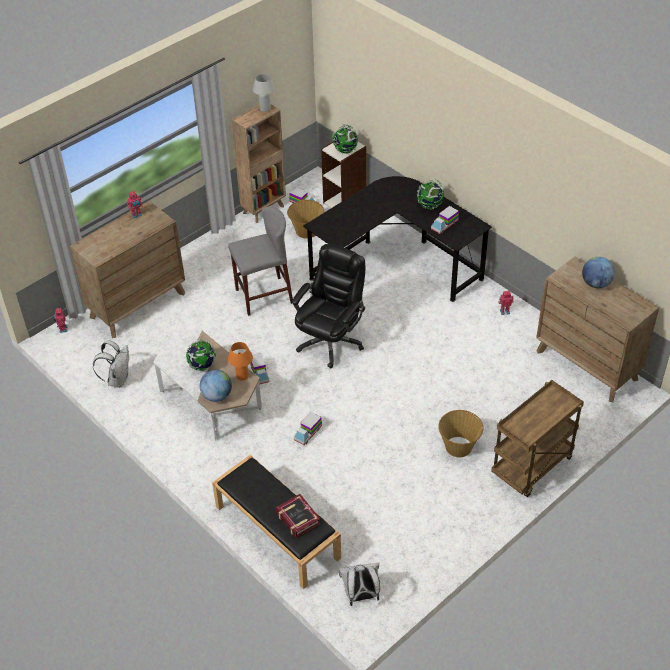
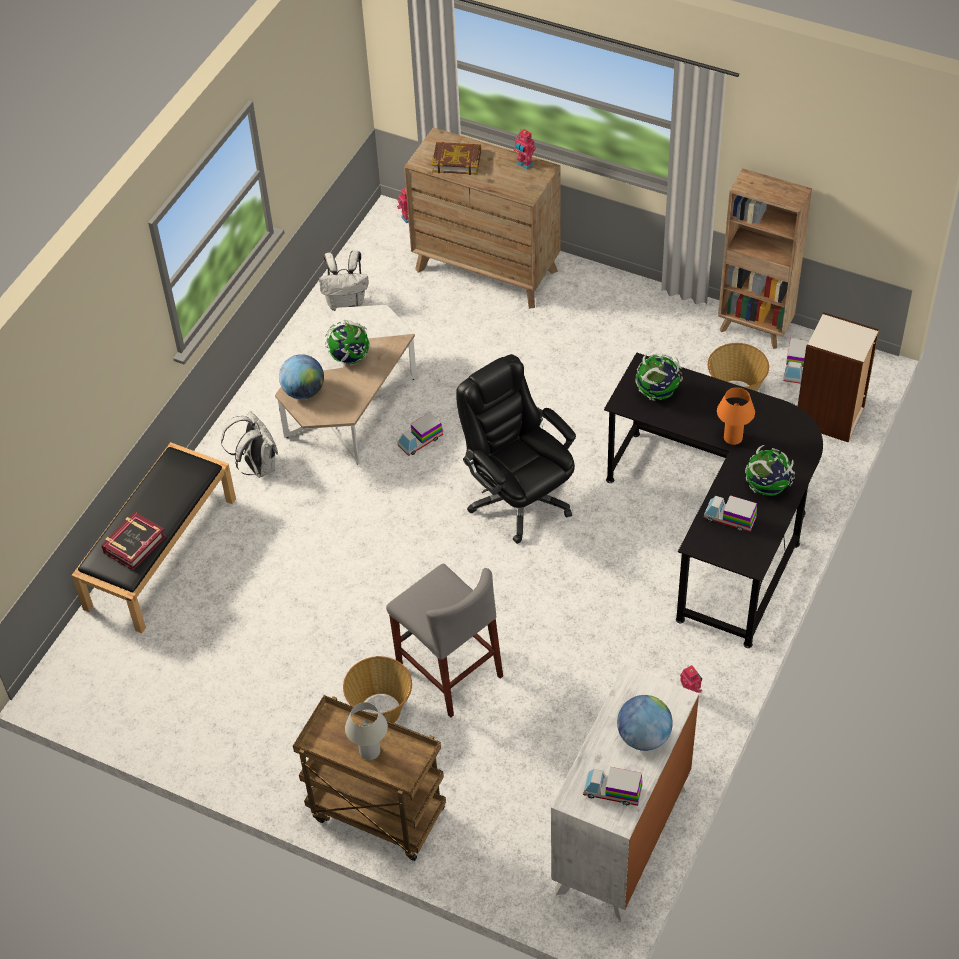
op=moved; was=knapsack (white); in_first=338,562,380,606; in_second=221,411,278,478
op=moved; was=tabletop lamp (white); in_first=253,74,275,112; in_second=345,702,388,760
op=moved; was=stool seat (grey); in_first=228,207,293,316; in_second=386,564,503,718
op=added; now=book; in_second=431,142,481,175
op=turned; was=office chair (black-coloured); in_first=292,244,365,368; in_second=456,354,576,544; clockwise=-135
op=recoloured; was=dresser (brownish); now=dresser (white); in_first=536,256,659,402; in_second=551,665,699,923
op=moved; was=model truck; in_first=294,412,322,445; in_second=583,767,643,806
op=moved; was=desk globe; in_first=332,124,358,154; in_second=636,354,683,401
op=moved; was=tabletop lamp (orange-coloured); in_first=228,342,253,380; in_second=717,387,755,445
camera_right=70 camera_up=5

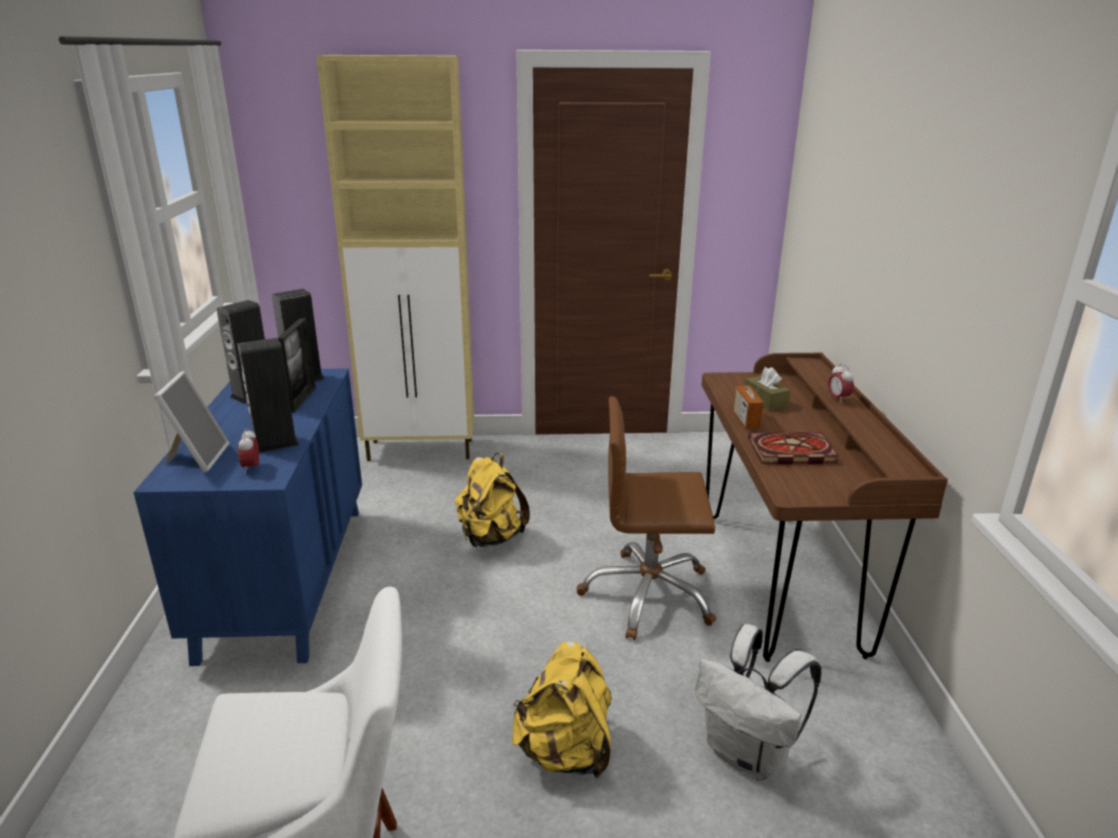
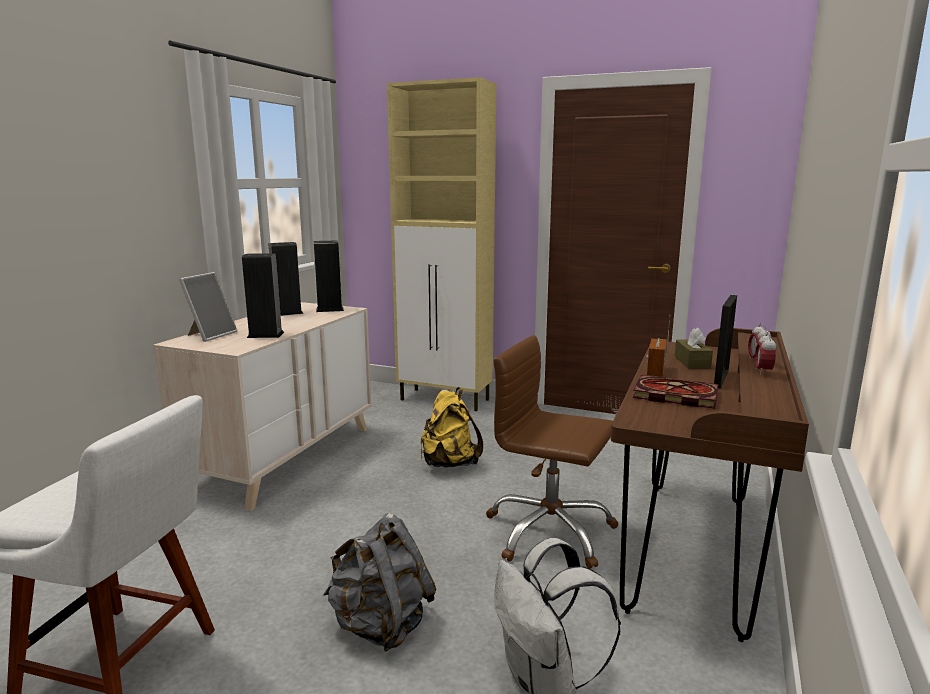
op=recoloured; was=dresser (bluish); now=dresser (sand-coloured); in_first=133,368,362,666; in_second=153,302,371,511
op=recoloured; was=knapsack (yellowish); now=knapsack (grey); in_first=512,641,612,778; in_second=323,513,436,651
op=moved; was=standing frame; in_first=278,318,316,413; in_second=714,295,737,389
op=moved; was=alarm clock; in_first=238,428,259,474; in_second=755,332,776,375
camera_right=25 camera_up=-10

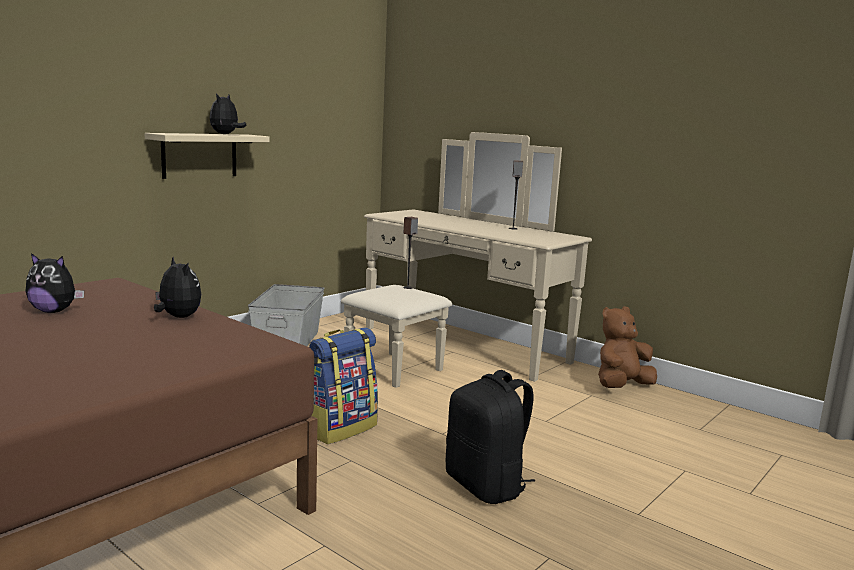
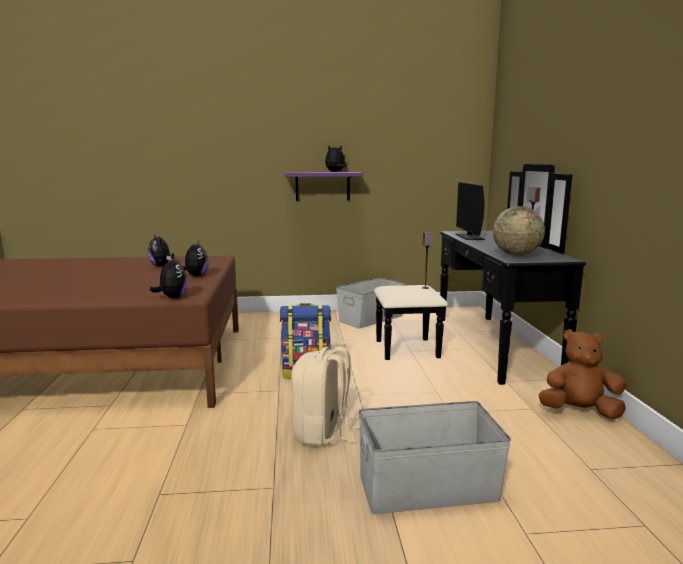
op=added; now=cuddly toy; in_second=150,256,188,298
op=recoloured; was=shelf (sand-coloured); now=shelf (purplish); in_first=144,133,270,179; in_second=285,172,363,201
op=recoloured; was=knapsack (black-coloured); now=knapsack (sand-coloured); in_first=446,370,535,504; in_second=291,347,360,447
op=added; now=storage box (grey); in_second=359,401,511,514
op=recoloured; was=dresser (sand-coloured); now=dresser (black-coloured); in_first=341,132,592,388; in_second=374,164,586,385
op=added; now=computer screen; in_second=456,182,485,240
op=added; now=desk globe; in_second=493,206,545,256
camera_right=45 camera_up=0

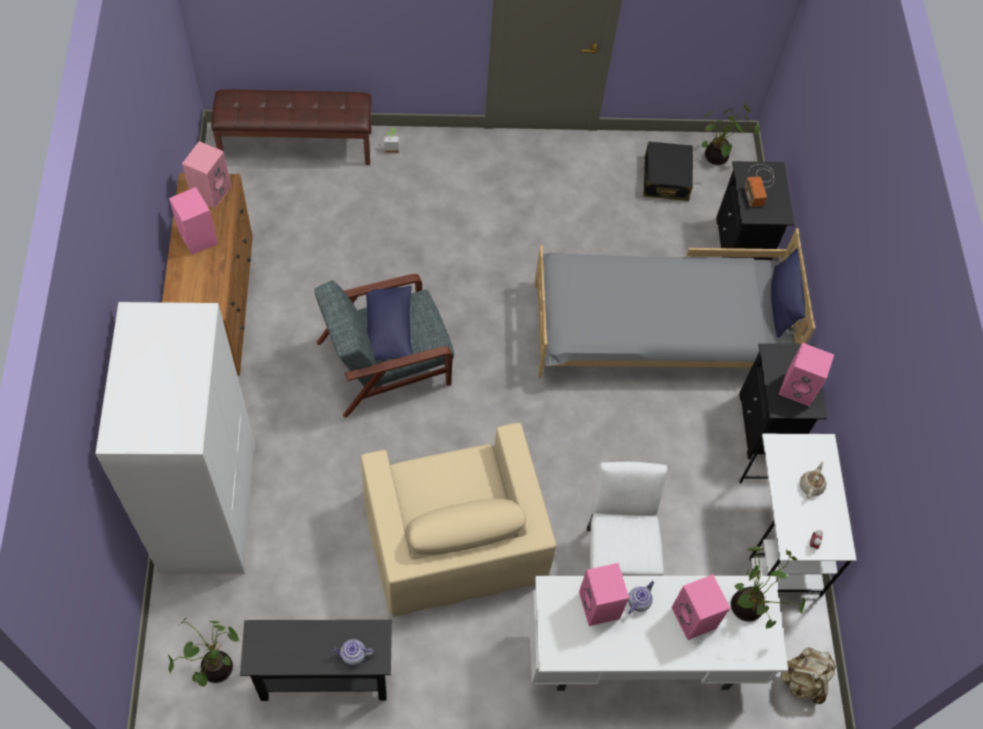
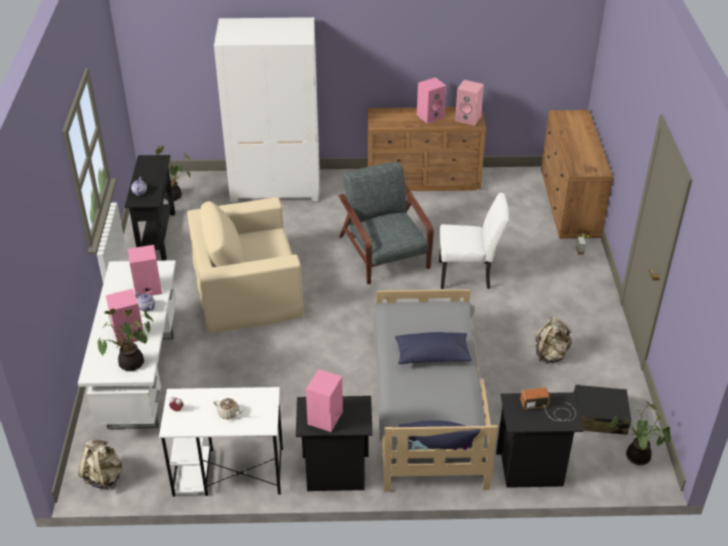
op=moved; was=pillow (bluish); in_first=366,286,413,360; in_second=395,332,472,364
op=moved; was=chair (white); in_first=587,462,668,576; in_second=439,193,509,289
op=added; now=knapsack (sand-coloured); in_second=535,317,572,364
op=replaced; was=long seat (brownish); now=dresser (brownish); in_first=211,90,371,165; in_second=541,110,613,239
camera_right=95 camera_up=-20

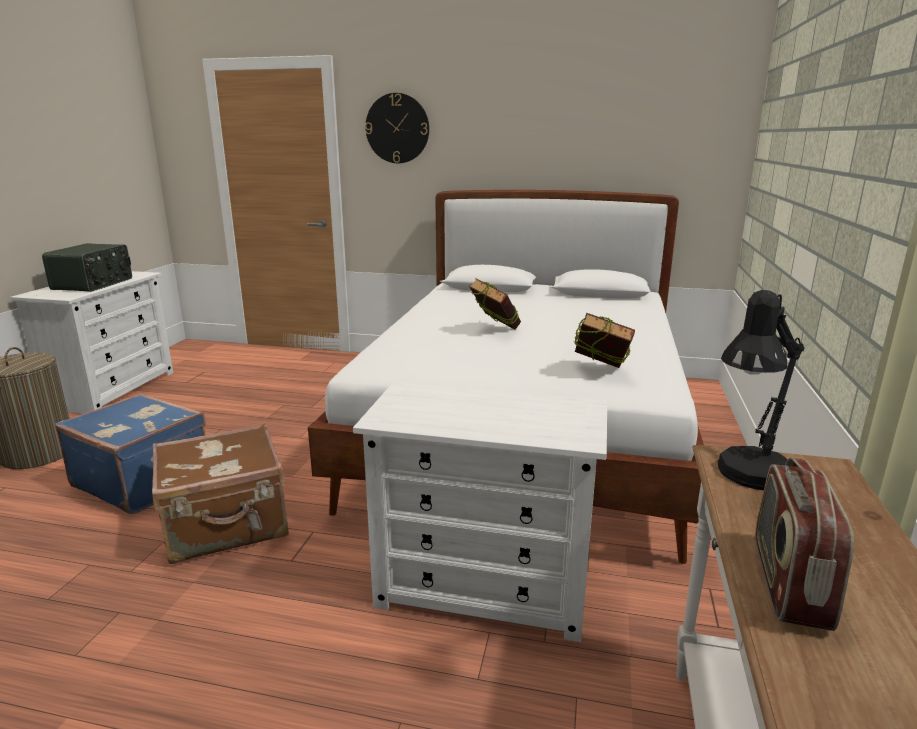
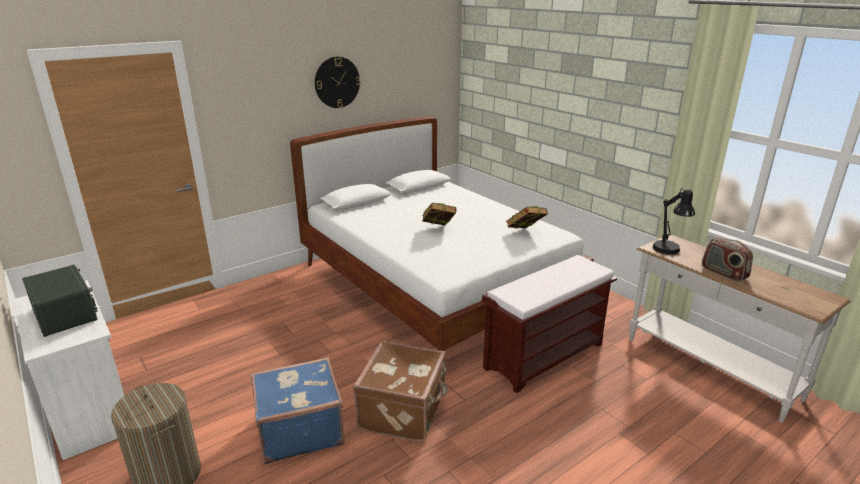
op=moved; was=wall clock; in_first=365,93,429,163; in_second=315,57,361,108
op=replaced; was=dresser (white); now=long seat (brownish); in_first=353,382,607,642; in_second=482,255,617,393
camera_right=-50 camera_up=5

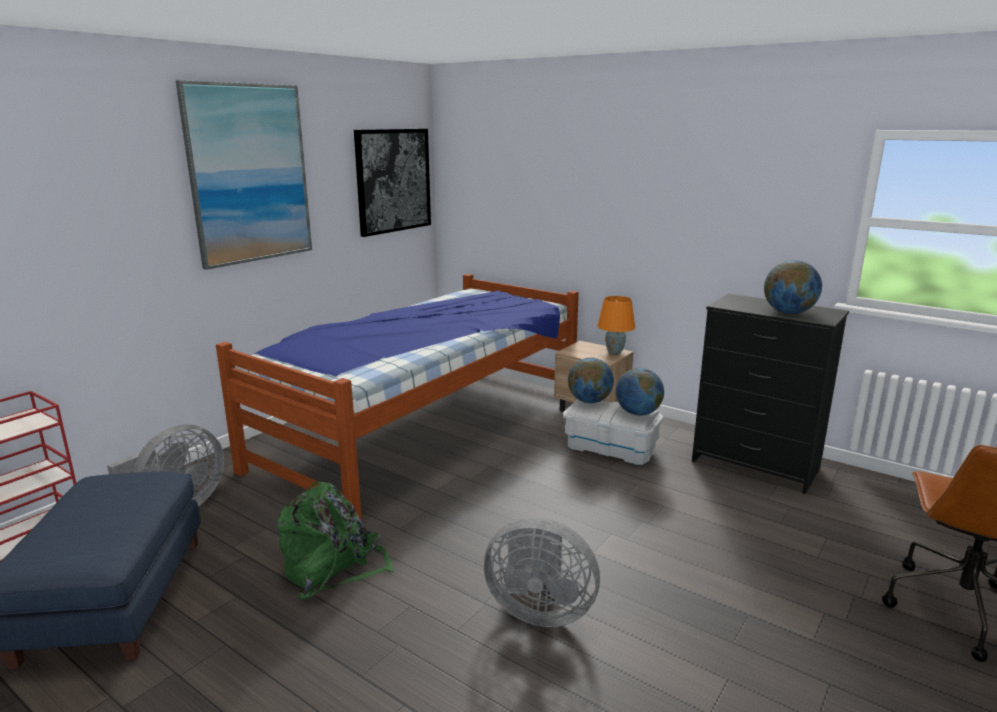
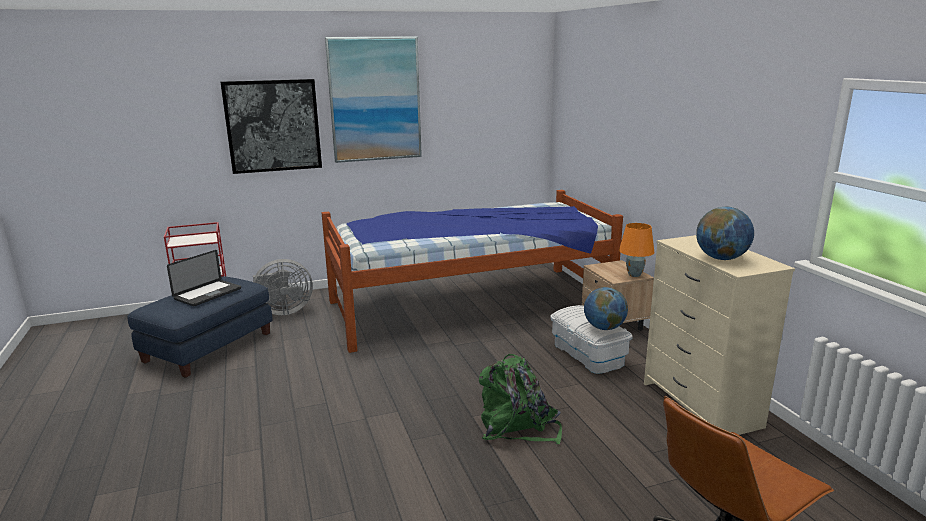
op=added; now=laptop; in_second=167,250,241,306
op=moved; was=picture; in_first=354,129,431,237; in_second=220,79,322,174
op=moved; was=knapsack (green-coloured); in_first=278,482,394,600; in_second=479,354,562,444
op=recoloured; was=dresser (black-coloured); now=dresser (sand-coloured); in_first=692,294,849,494; in_second=644,235,795,435
op=removed; was=cooling fan (grey); in_first=484,517,600,627
op=removed; was=desk globe; in_first=568,357,614,403
camera_right=35 camera_up=0

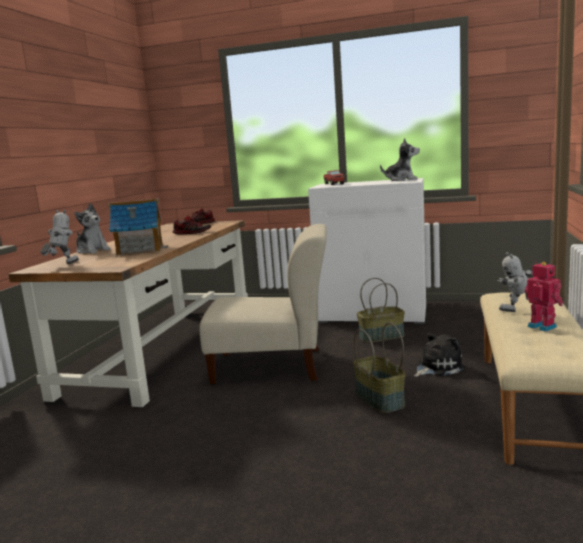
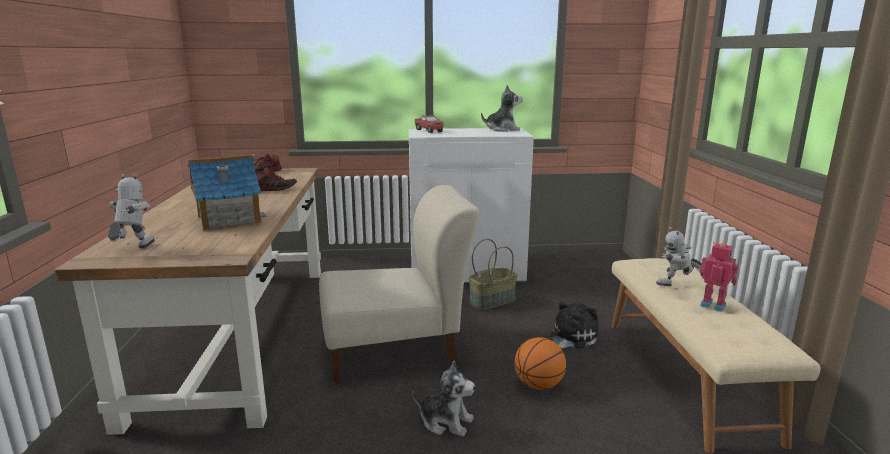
op=moved; was=cuddly toy; in_first=74,203,111,254; in_second=413,361,475,436
op=replaced; was=household basket; now=basketball; in_first=353,323,406,413; in_second=515,337,566,390
camera_right=-20 camera_up=5

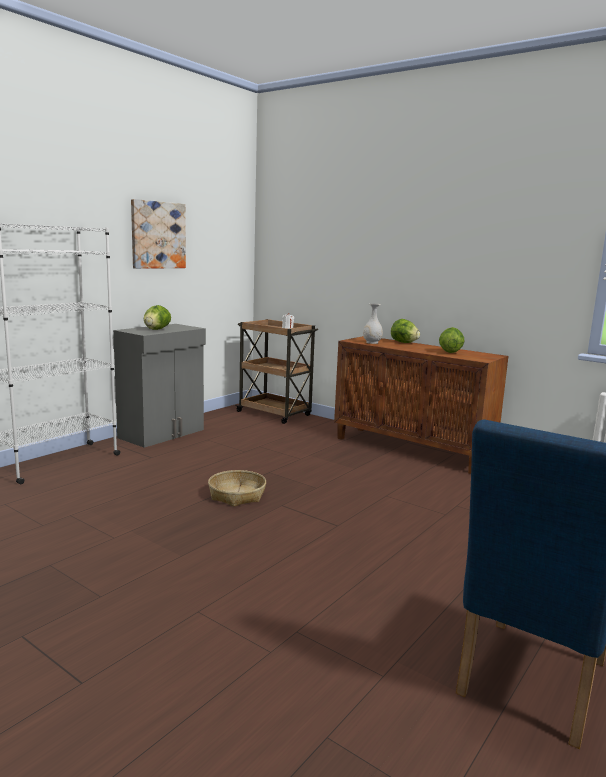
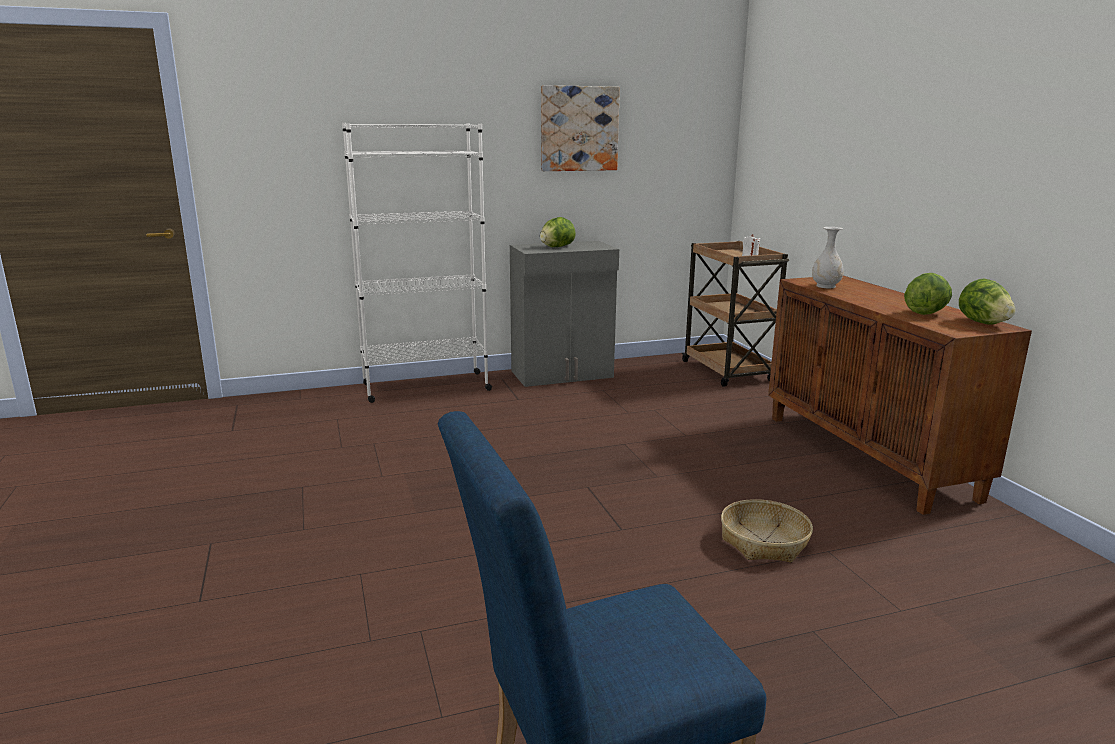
op=moved; was=household basket; in_first=208,470,266,507; in_second=721,499,813,563
op=moved; was=head of lettuce; in_first=391,319,420,343; in_second=959,279,1016,325
camera_right=35 camera_up=5

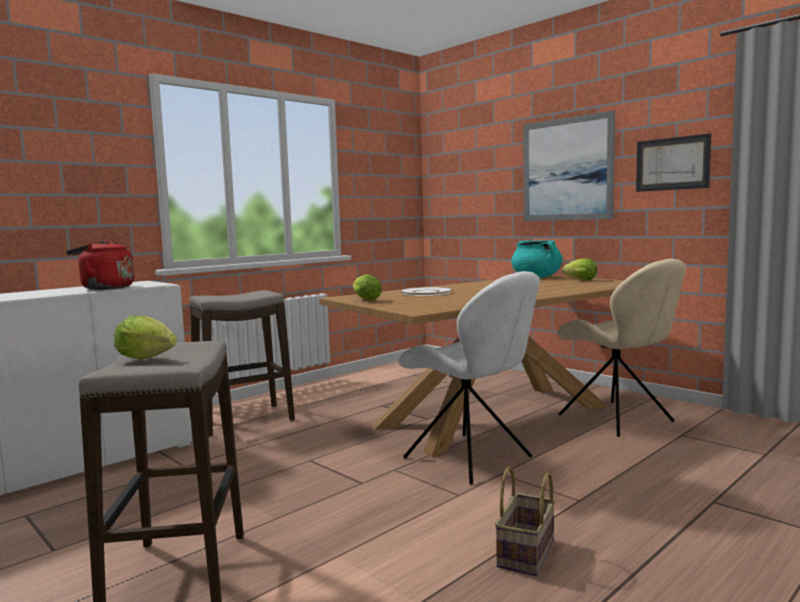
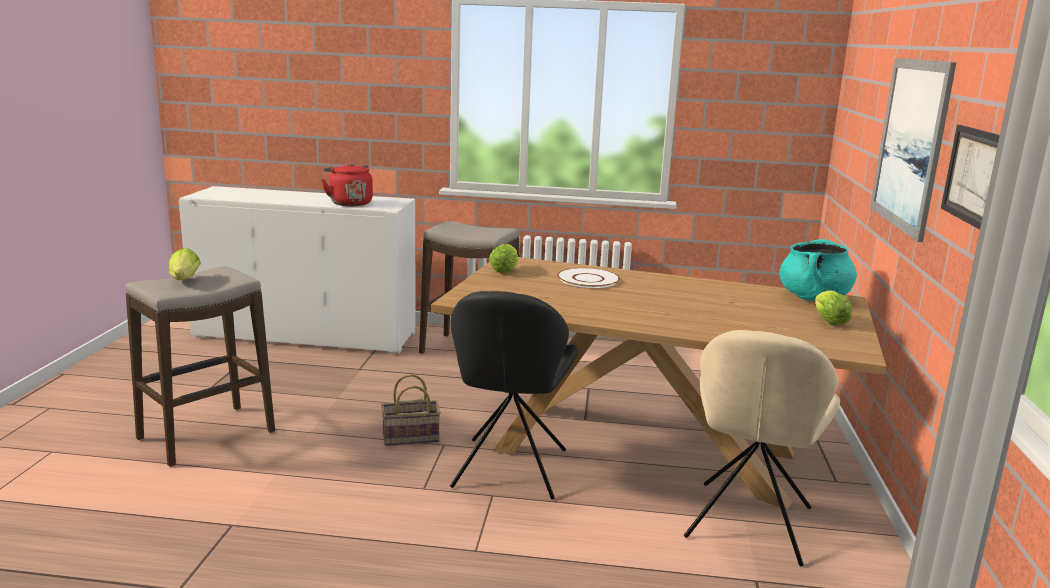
op=moved; was=household basket; in_first=495,467,555,576; in_second=381,374,441,446
op=recoloured; was=chair (white); now=chair (black-coloured); in_first=398,271,540,485; in_second=450,291,578,500
camera_right=50 camera_up=10

